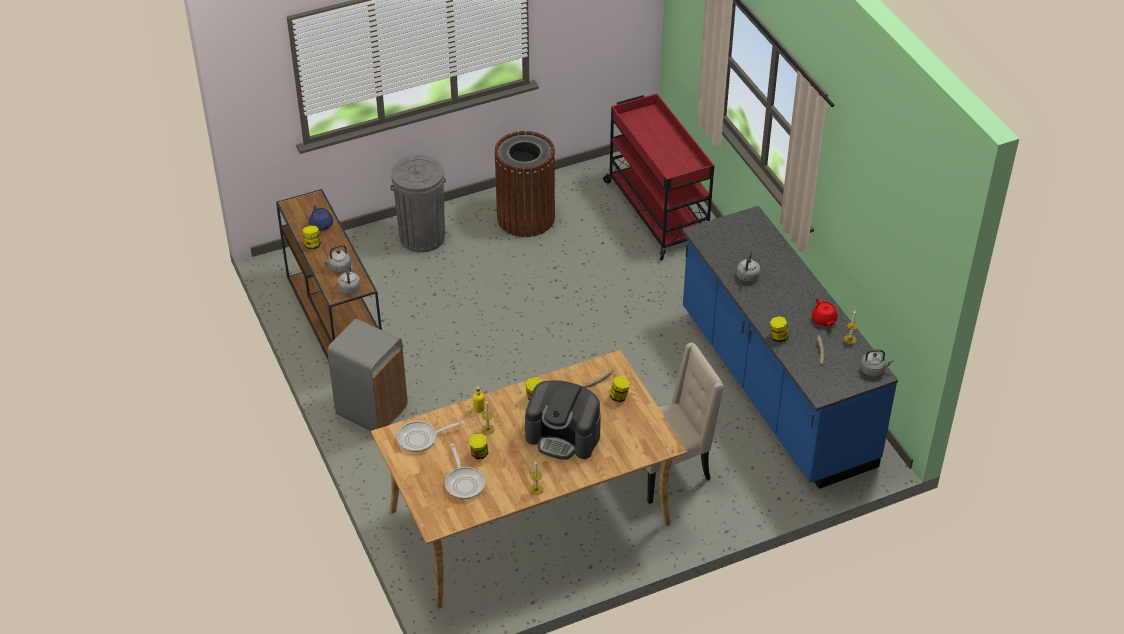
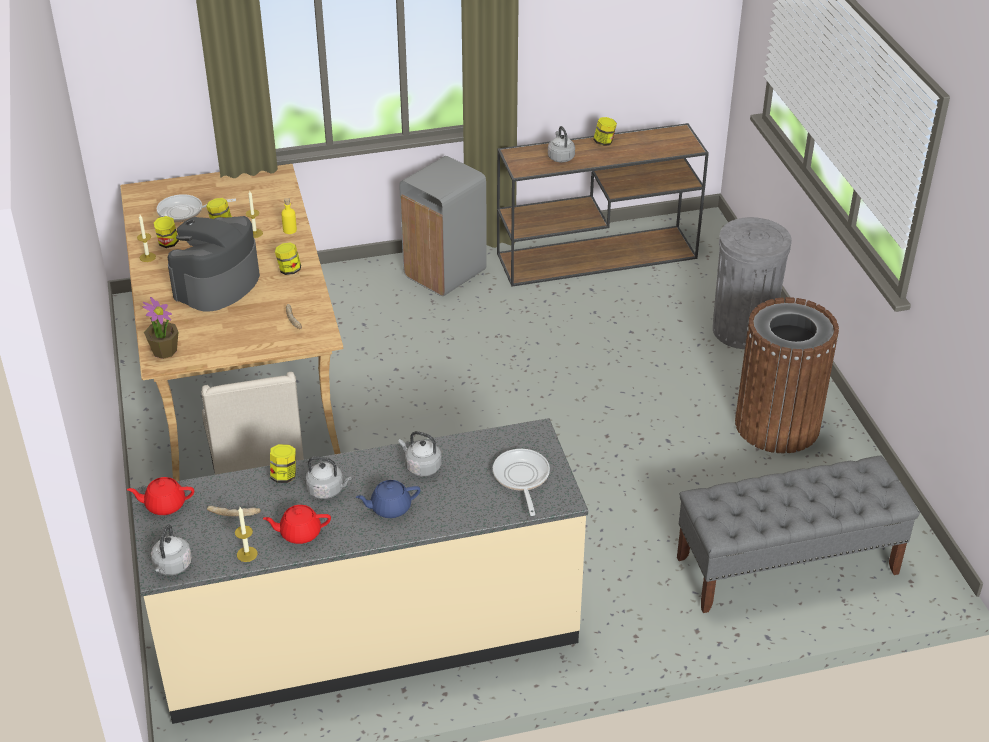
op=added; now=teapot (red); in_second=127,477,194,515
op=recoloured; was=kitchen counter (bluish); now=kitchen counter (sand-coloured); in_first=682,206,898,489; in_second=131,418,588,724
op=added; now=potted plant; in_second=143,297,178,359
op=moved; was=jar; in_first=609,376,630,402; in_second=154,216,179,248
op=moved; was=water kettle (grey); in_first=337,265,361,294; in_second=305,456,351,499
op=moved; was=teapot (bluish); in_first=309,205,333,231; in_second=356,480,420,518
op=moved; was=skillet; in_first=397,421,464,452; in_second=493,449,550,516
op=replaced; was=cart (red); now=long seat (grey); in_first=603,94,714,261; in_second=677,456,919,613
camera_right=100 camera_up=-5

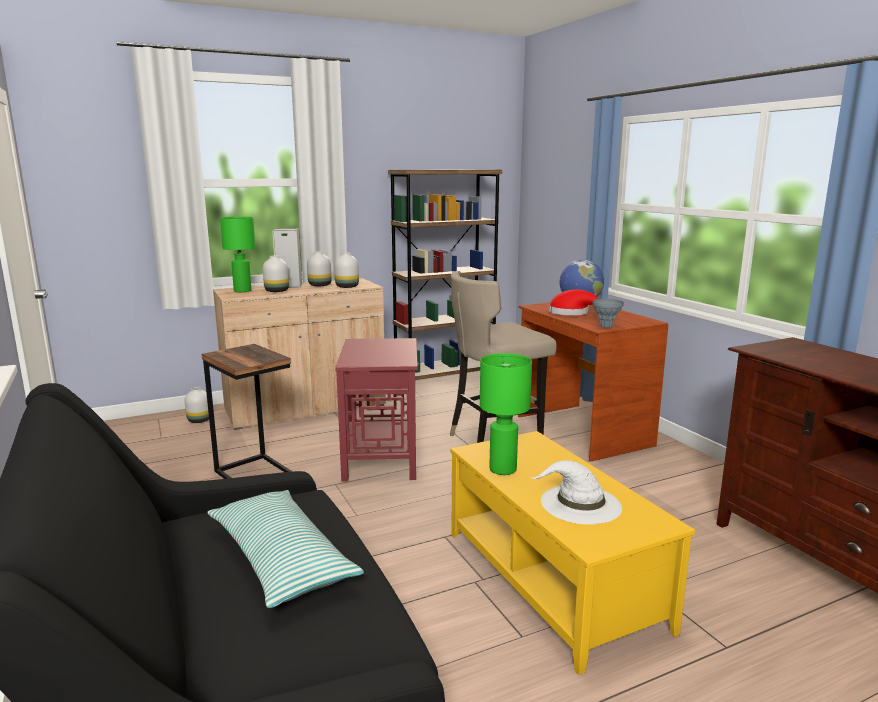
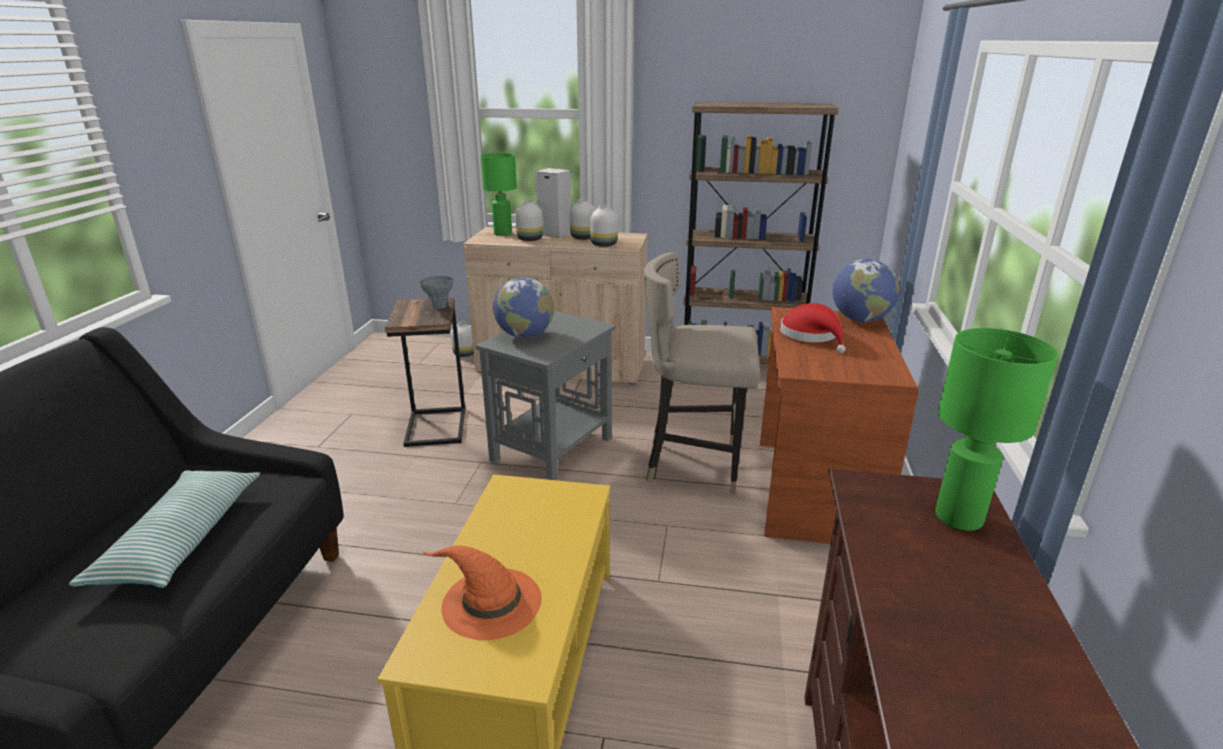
op=moved; was=vase (grey); in_first=592,299,624,328; in_second=420,276,454,309
op=recoloured; was=hat (white); now=hat (orange-coloured); in_first=530,460,622,525; in_second=423,545,542,641
op=recoloured; was=end table (red); now=end table (grey); in_first=335,338,419,482; in_second=476,311,616,481
op=added; now=desk globe; in_second=493,277,554,338
op=moved; was=tabletop lamp (green-coloured); in_first=480,353,532,475; in_second=935,328,1058,531
camera_right=35 camera_up=10

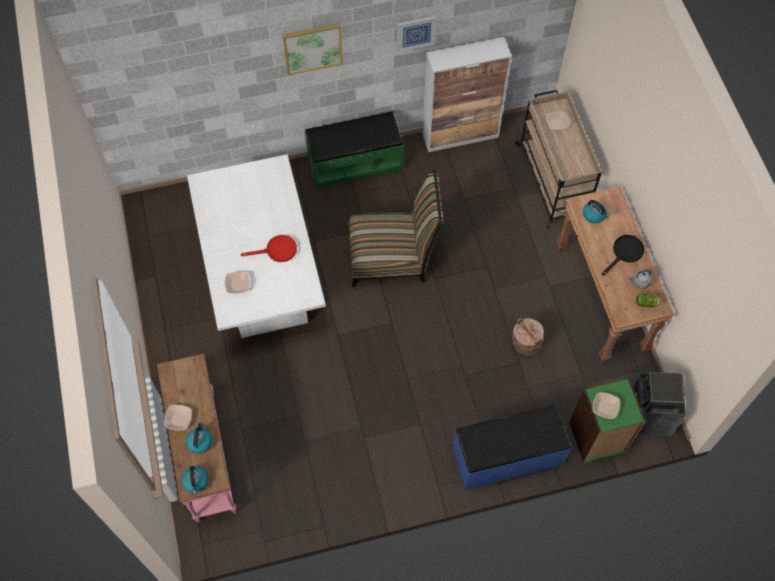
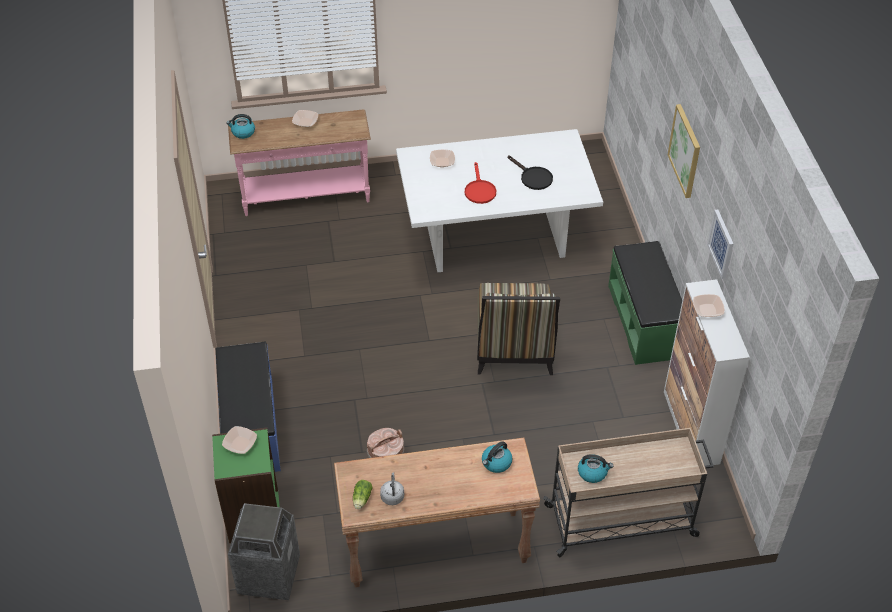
op=moved; was=skillet (black-coloured); in_first=602,235,644,275; in_second=508,155,553,190
op=moved; was=water kettle; in_first=186,422,212,454; in_second=578,454,613,483
op=moved; was=deep dish; in_first=546,111,570,130; in_second=693,294,725,317
camera_right=95 camera_up=-15

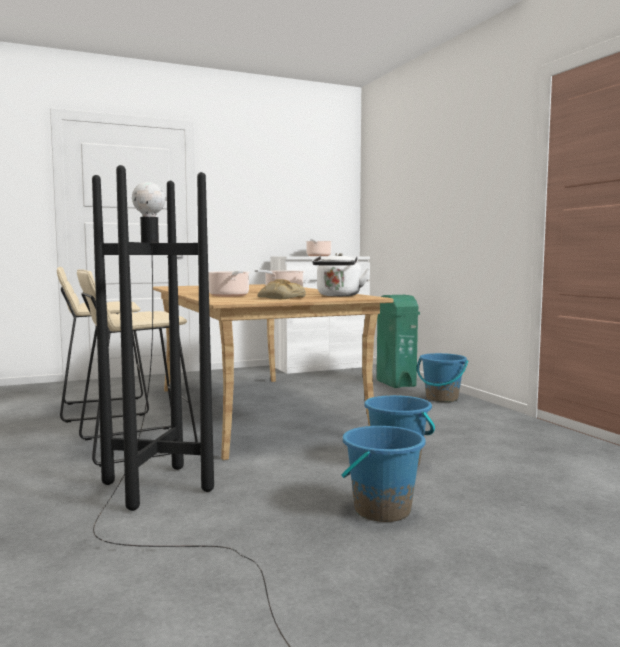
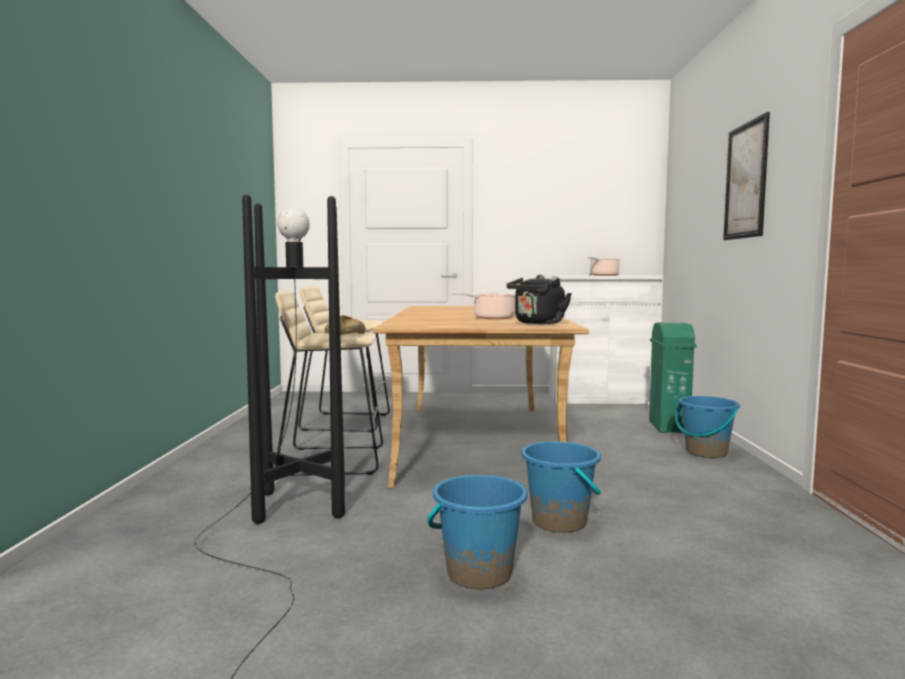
op=moved; was=baked bread; in_first=257,279,306,299; in_second=325,315,366,335
op=recoloured; was=water kettle (white); now=water kettle (black-coloured); in_first=313,253,370,296; in_second=506,275,572,324
op=added; now=picture; in_second=723,112,770,240
op=removed; was=saucepot; in_first=208,271,251,297
camera_right=25 camera_up=0

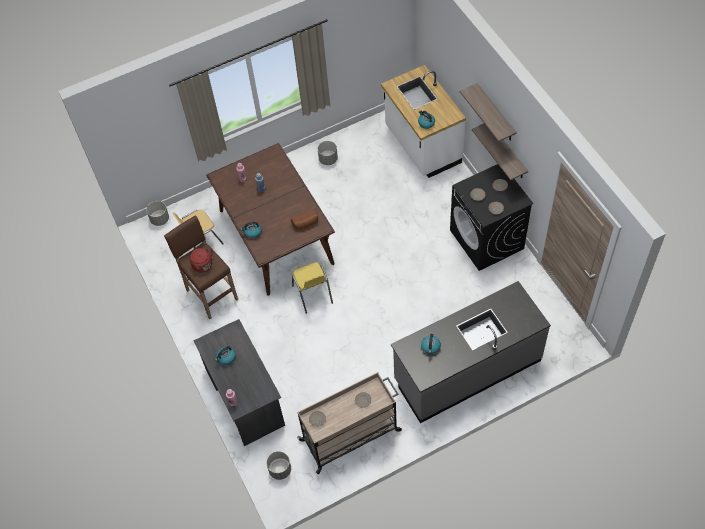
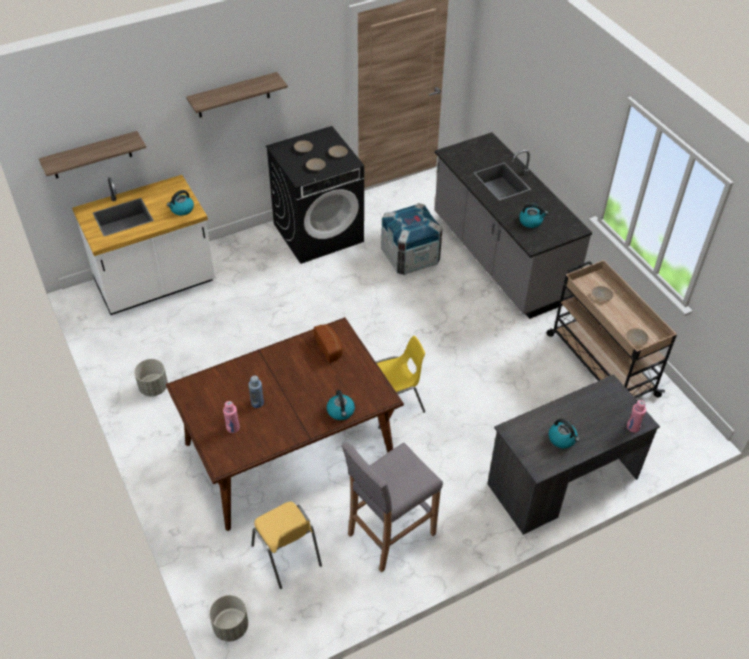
op=moved; was=shelf; in_first=472,123,528,180; in_second=39,131,146,179
op=recoloured; was=stool seat (brownish); now=stool seat (grey); in_first=164,215,238,319; in_second=341,442,443,573
op=added; now=shipping crate; in_second=381,203,443,275
op=removed; was=water kettle (red); in_first=190,248,214,272
op=removed; was=flower pot (grey); in_first=266,451,291,480
camera_right=-95 camera_up=-10

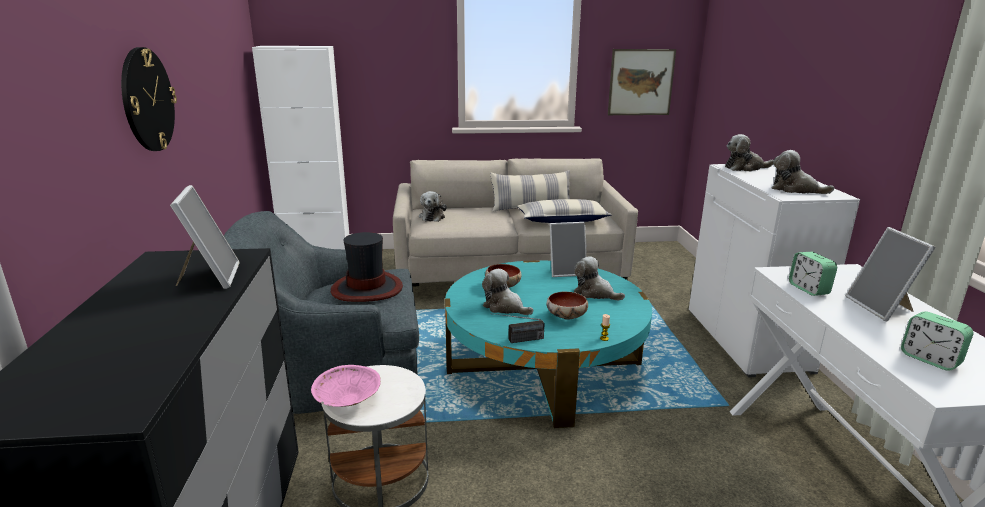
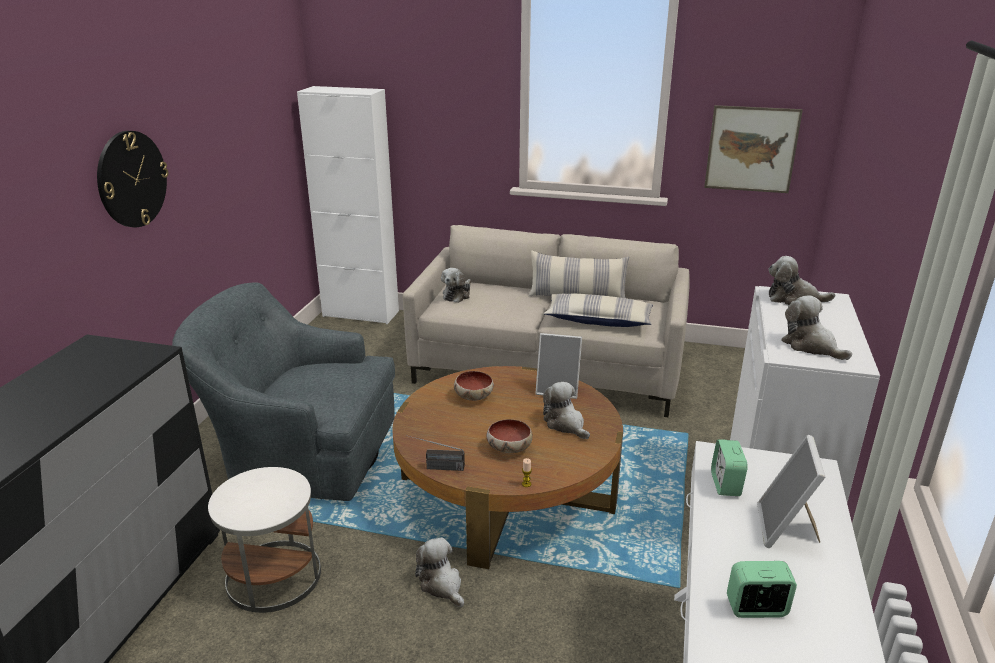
op=recoloured; was=coffee table (turquoise); now=coffee table (brownish); in_first=445,260,652,428; in_second=392,366,623,569
op=moved; was=cuddly toy; in_first=482,269,533,315; in_second=415,537,464,607
op=turned; was=alarm clock; in_first=901,311,974,371; in_second=727,561,797,618; clockwise=105
op=removed; was=standing frame; in_first=170,185,240,289
op=removed; was=deep dish (pink); in_first=311,365,381,407
op=removed; was=hat; in_first=331,232,403,302
camera_right=20 camera_up=5

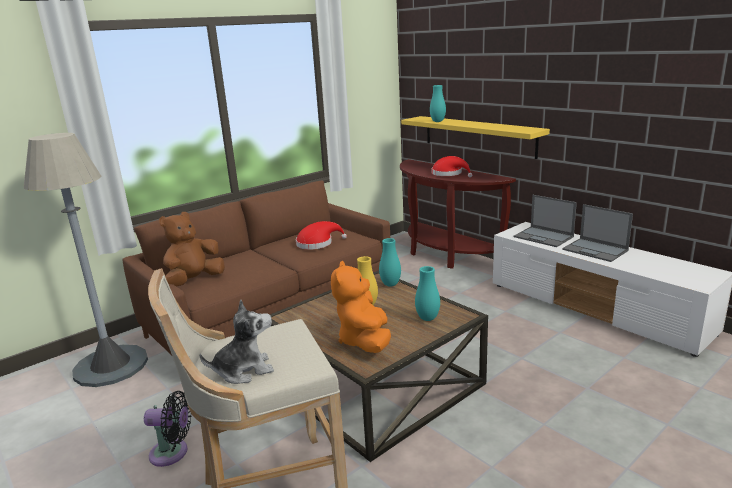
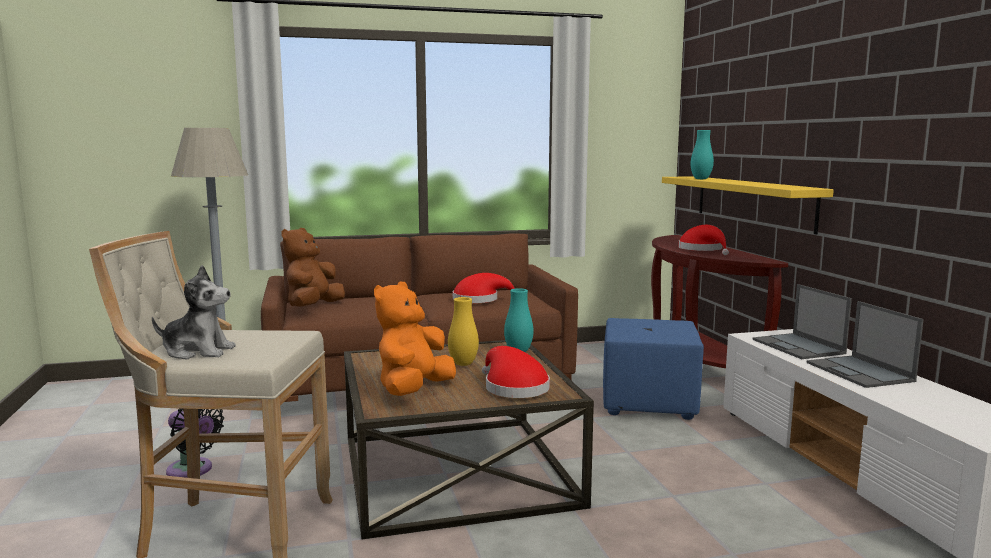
op=turned; was=cuddly toy (brownish); in_first=159,212,225,287; in_second=282,228,345,307; clockwise=-45
op=replaced; was=vase (turquoise); now=hat (red); in_first=415,266,440,321; in_second=482,346,550,398
op=added; now=ottoman (bluish); in_second=603,318,704,420
camera_right=25 camera_up=-10

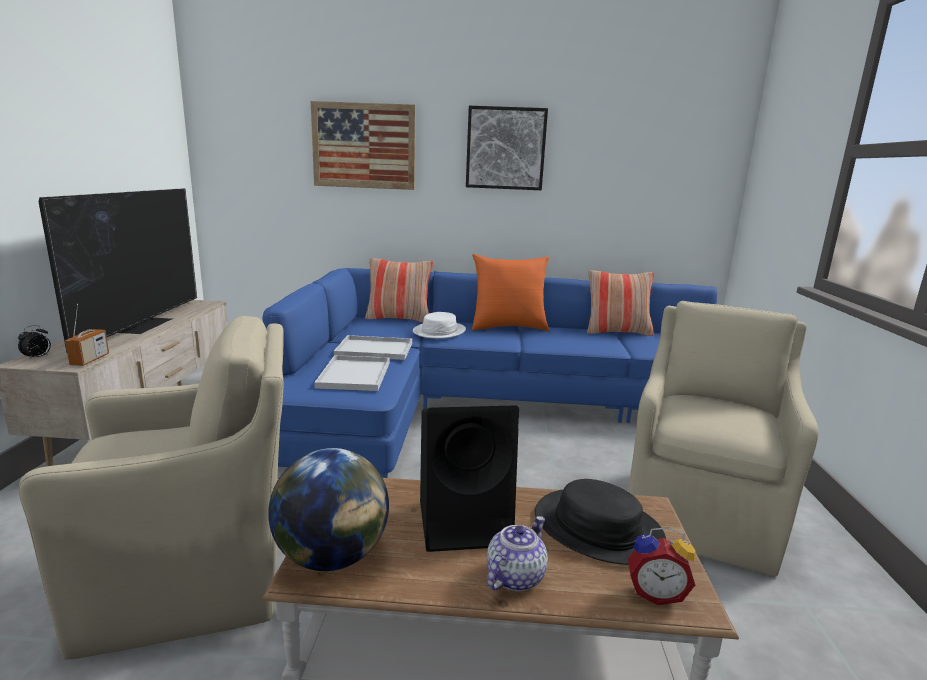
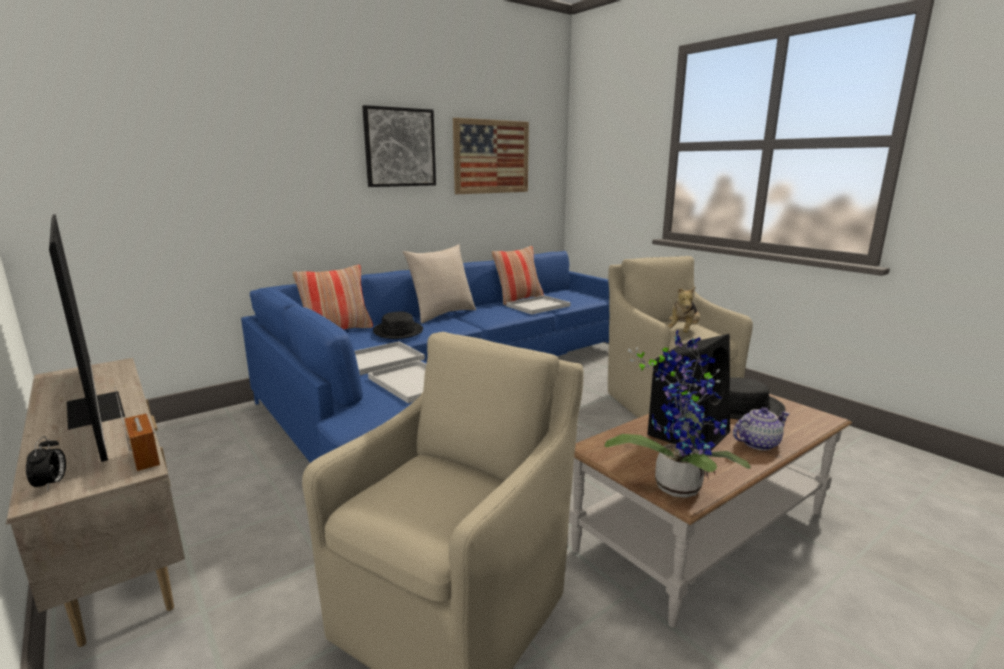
op=recoloured; was=hat (white); now=hat (black-coloured); in_first=413,312,466,339; in_second=373,311,423,339
op=recoloured; was=pillow (orange-coloured); now=pillow (sand-coloured); in_first=472,254,550,331; in_second=403,244,476,324
op=moved; was=picture; in_first=311,101,416,190; in_second=453,118,529,194
op=added; now=tray (white); in_second=506,295,571,314
op=replaced; was=desk globe; now=potted plant; in_first=268,448,389,571; in_second=605,330,751,498
op=added; now=cuddly toy; in_second=667,286,700,333
op=turned; was=teapot; in_first=487,516,548,591; in_second=733,407,790,450; clockwise=75
op=removed; was=alarm clock; in_first=628,527,696,605
camera_right=-40 camera_up=0

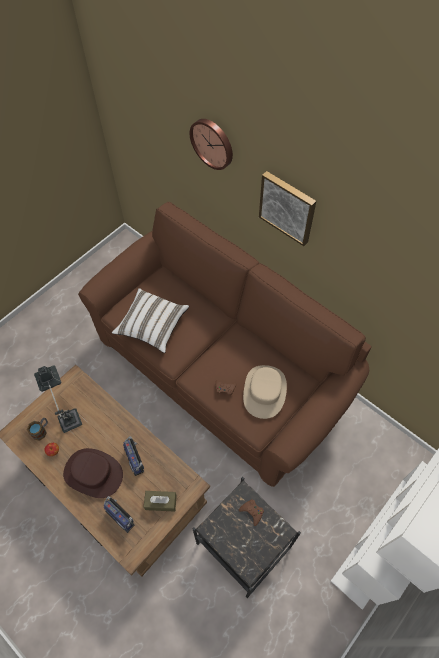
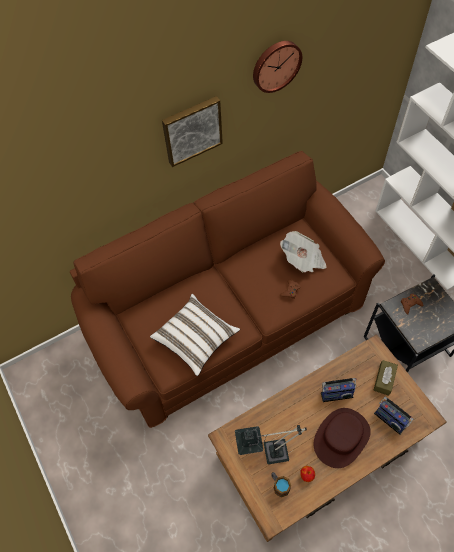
op=moved; was=wall clock; in_first=190,119,233,170; in_second=253,41,302,93
op=replaced; was=hat (sand-coloured); now=printed paper; in_first=243,365,287,419; in_second=280,231,327,272
op=turned; was=radio receiver; in_first=104,496,135,533; in_second=374,397,413,434; clockwise=75
camera_right=-70 camera_up=0

